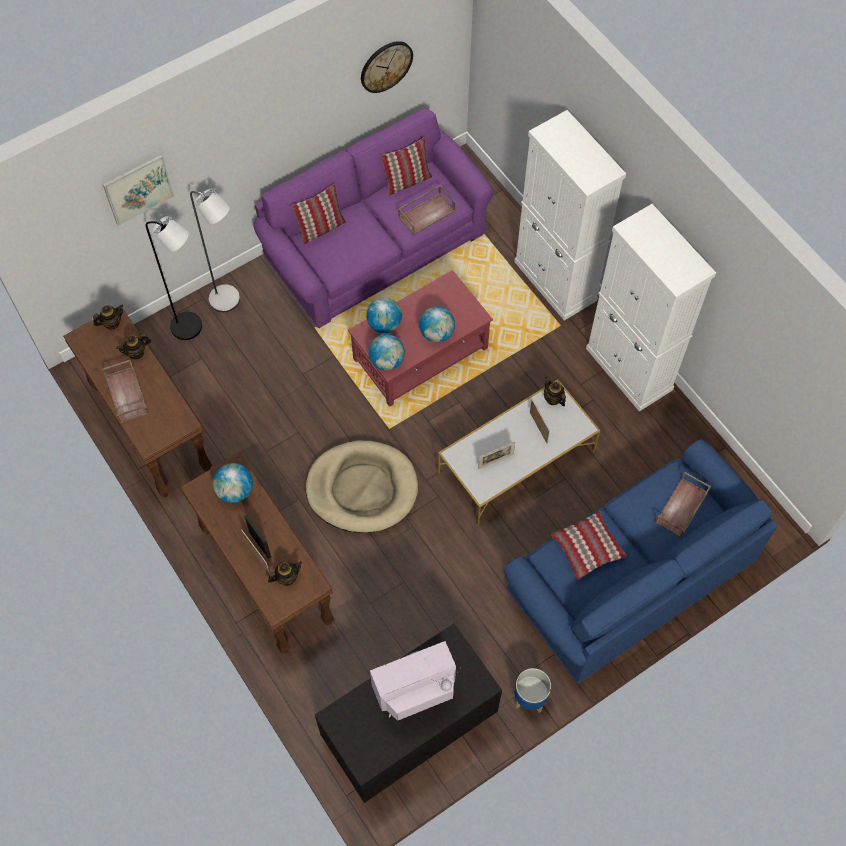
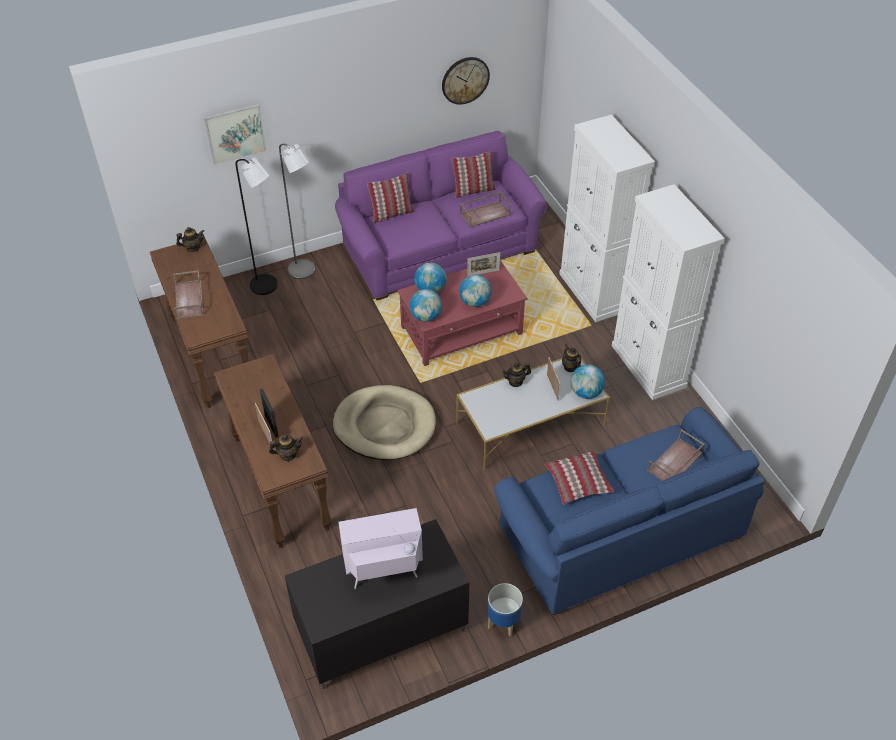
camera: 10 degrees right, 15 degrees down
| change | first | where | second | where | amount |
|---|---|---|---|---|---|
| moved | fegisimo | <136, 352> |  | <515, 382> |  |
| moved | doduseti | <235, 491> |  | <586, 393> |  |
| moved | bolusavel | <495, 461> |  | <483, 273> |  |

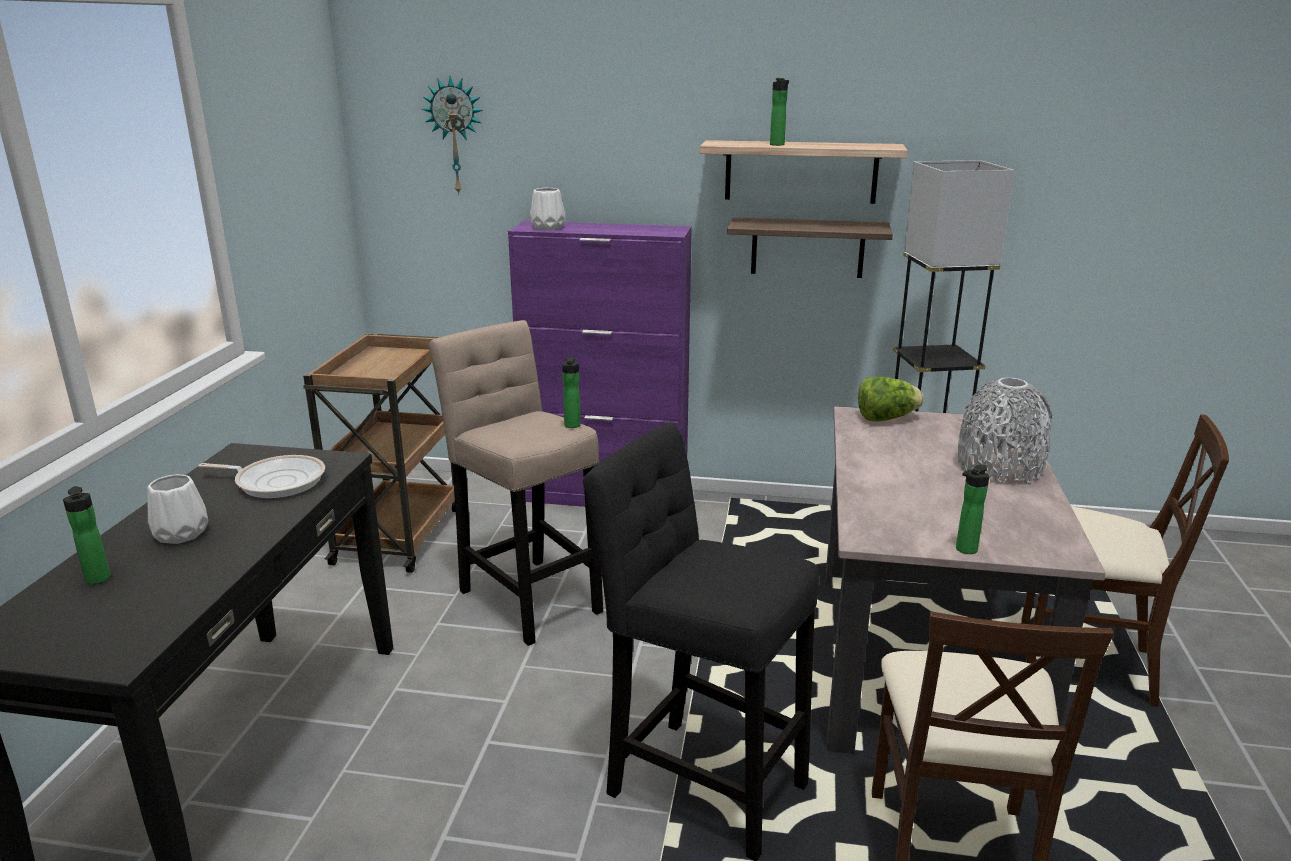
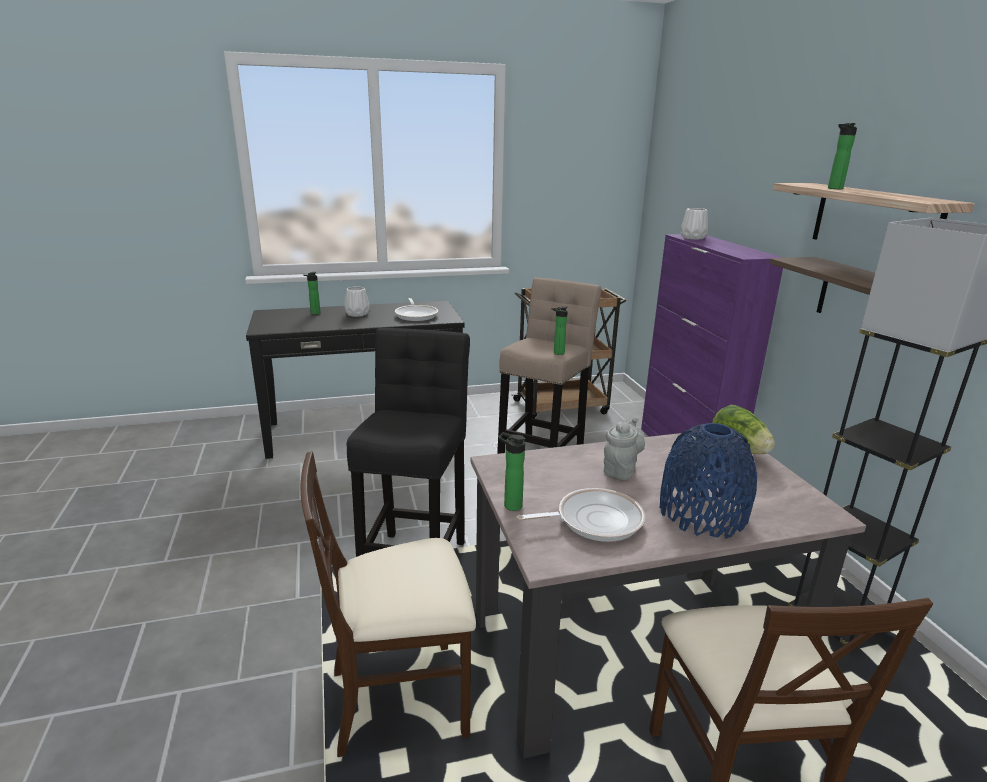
camera: 65 degrees right, 0 degrees up
| change | first | where | second | where | amount |
|---|---|---|---|---|---|
| removed | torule | <456, 136> |  |  |  |
| recoloured | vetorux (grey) | <999, 467> | vetorux (blue) | <702, 514> |  |
| added |  |  | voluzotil | <594, 520> |  |
| added |  |  | fegisimo (grey) | <620, 469> |  |

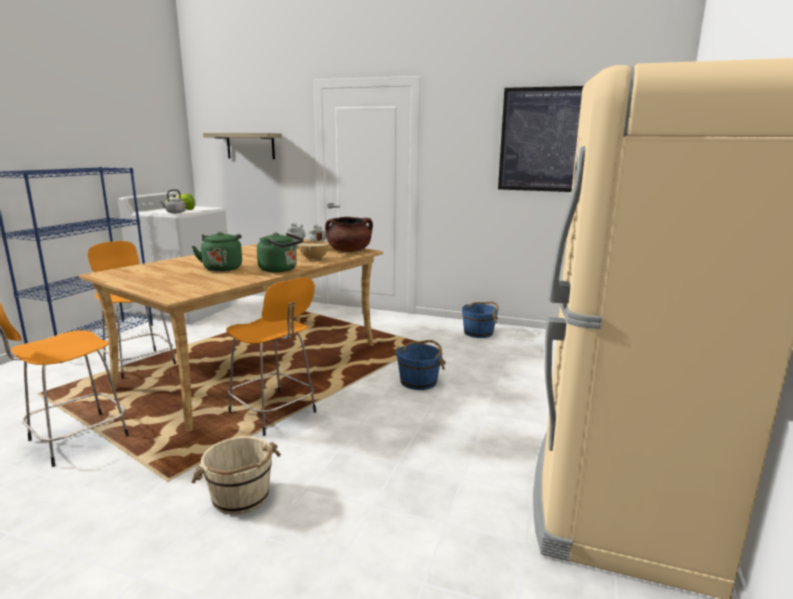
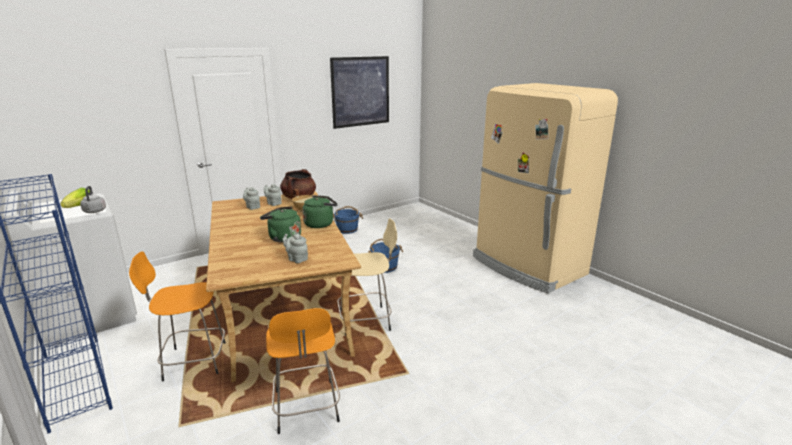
camera: 55 degrees left, 5 degrees up
| change | first | where | second | where | amount |
|---|---|---|---|---|---|
| removed | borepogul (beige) | <241, 497> |  |  |  |
| removed | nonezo | <250, 146> |  |  |  |
| recoloured | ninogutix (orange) | <274, 414> | ninogutix (beige) | <367, 320> |  |
| added |  |  | fegisimo (grey) | <296, 259> |  |

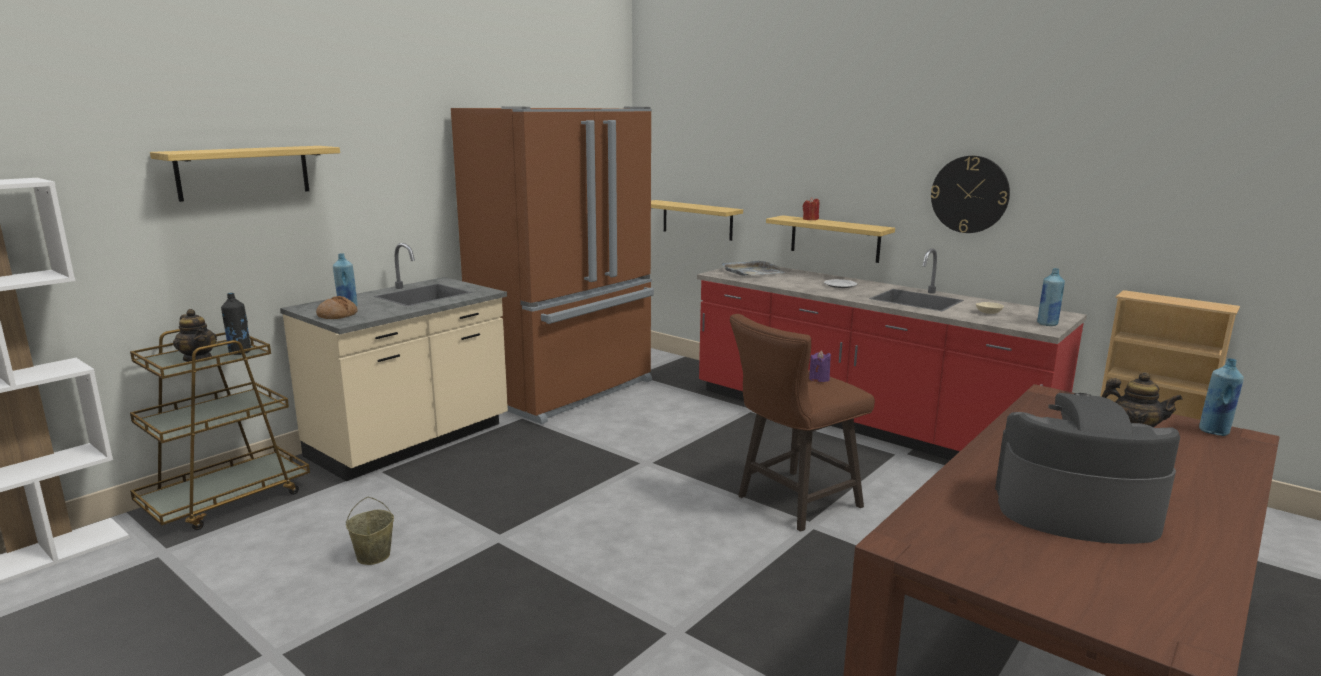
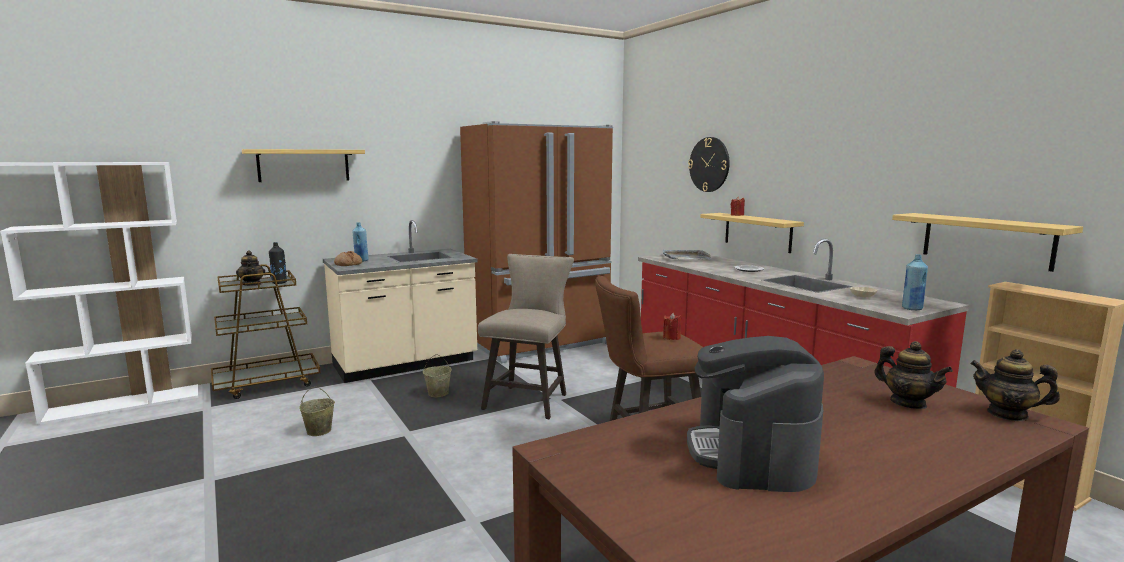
camera: 20 degrees right, 5 degrees down
| change | first | where | second | where | amount |
|---|---|---|---|---|---|
| moved | nonezo | <697, 220> |  | <986, 240> |  |
| recoloured | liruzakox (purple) | <819, 379> | liruzakox (red) | <671, 337> |  |
| moved | torule | <969, 194> |  | <709, 164> |  |
| turned | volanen | <1073, 510> |  | <751, 453> | 120 degrees counterclockwise |
| replaced | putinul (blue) | <1214, 432> | fegisimo | <1007, 414> |  |
| added |  |  | borepogul (beige) | <438, 393> |  |
| added |  |  | ninogutix (beige) | <529, 399> |  |

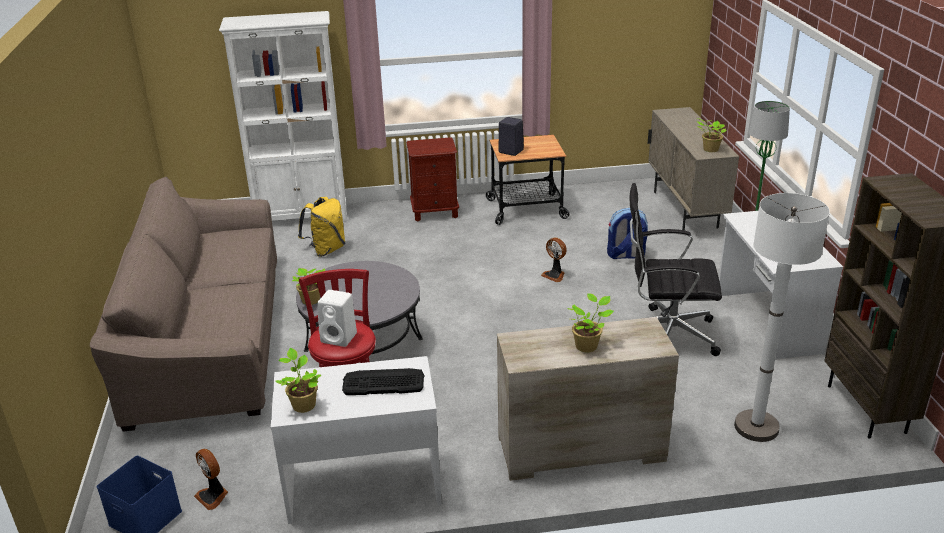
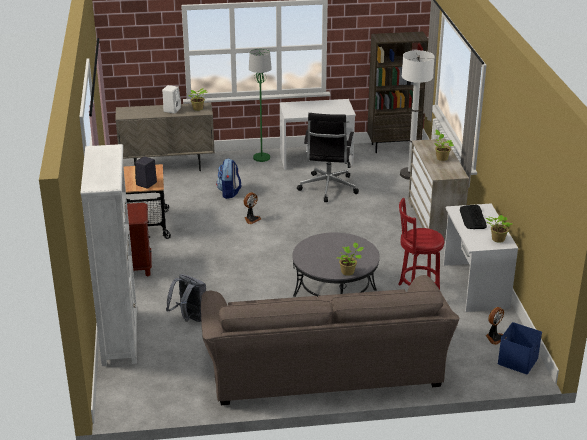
camera: 90 degrees left, 0 degrees up
| change | first | where | second | where | amount |
|---|---|---|---|---|---|
| recoloured | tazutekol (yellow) | <326, 250> | tazutekol (grey) | <189, 318> |  |
| moved | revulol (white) | <340, 338> |  | <172, 110> |  |

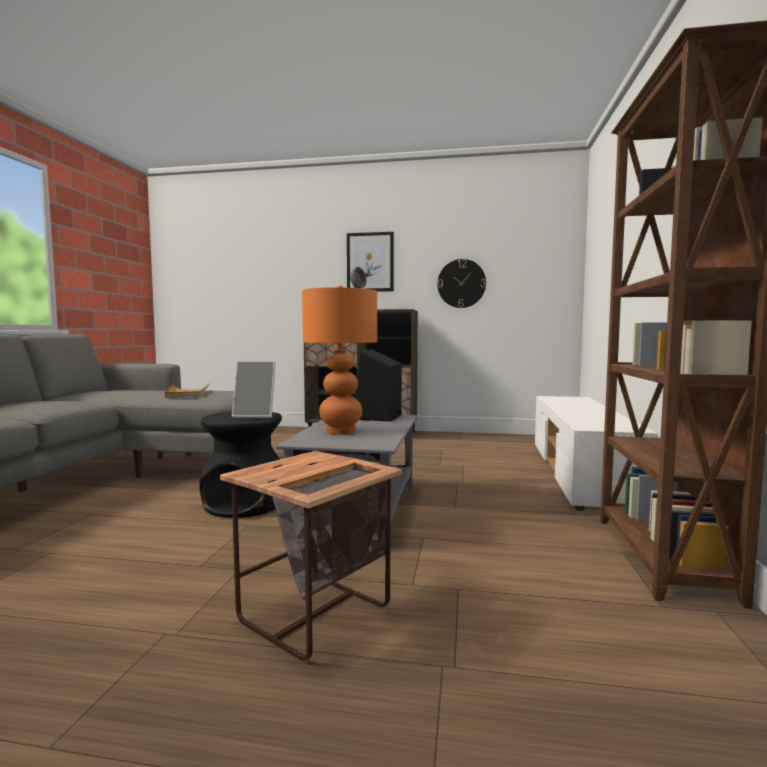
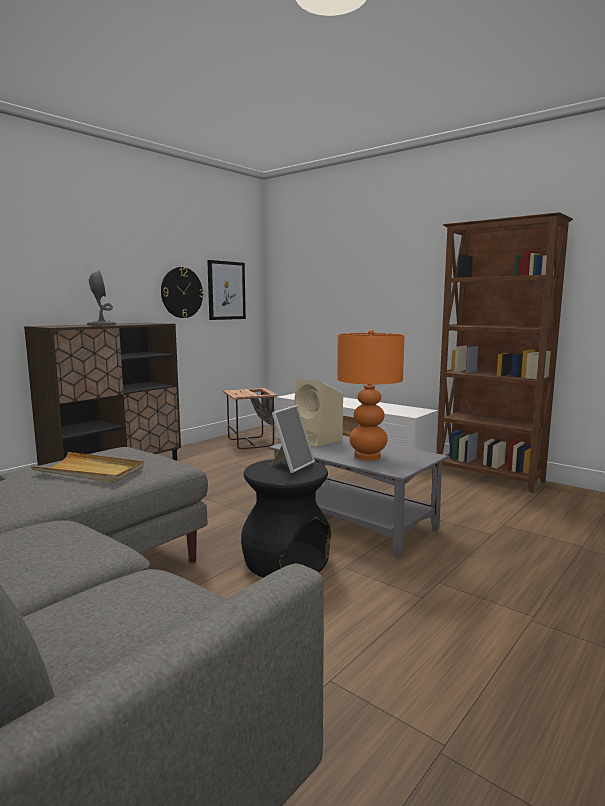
camera: 60 degrees left, 5 degrees up
| change | first | where | second | where | amount |
|---|---|---|---|---|---|
| moved | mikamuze | <312, 616> |  | <251, 443> |  |
| moved | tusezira | <370, 262> |  | <226, 290> |  |
| recoloured | revulol (black) | <377, 417> | revulol (beige) | <318, 440> |  |

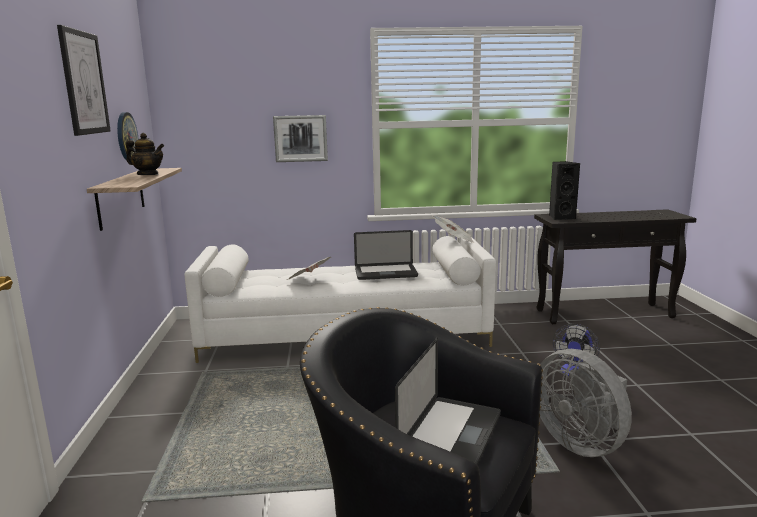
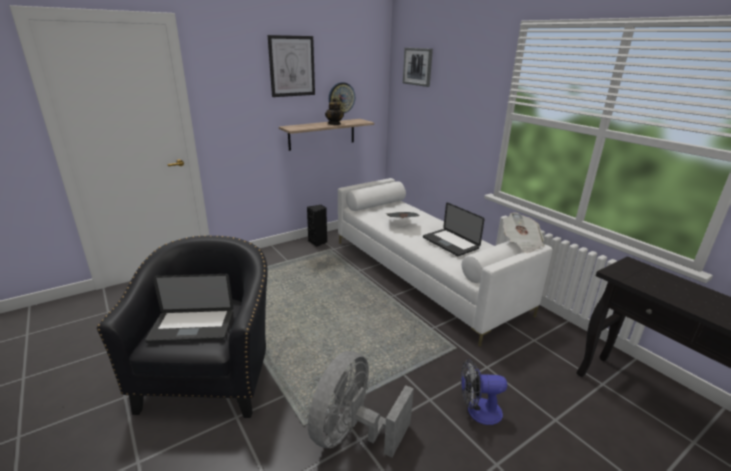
camera: 60 degrees right, 10 degrees up
| change | first | where | second | where | amount |
|---|---|---|---|---|---|
| moved | tusezira | <300, 138> |  | <417, 66> |  |
| moved | revulol (black) | <561, 217> |  | <318, 242> |  |

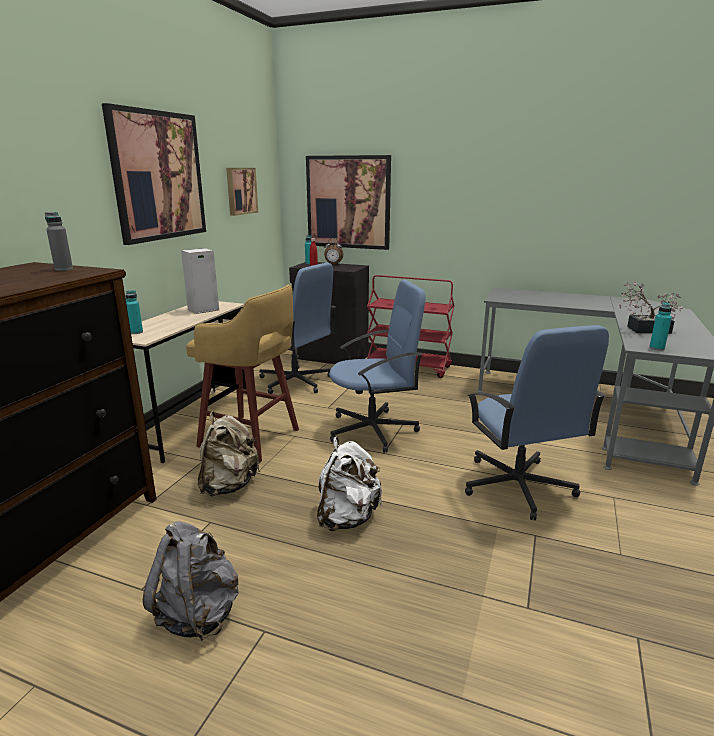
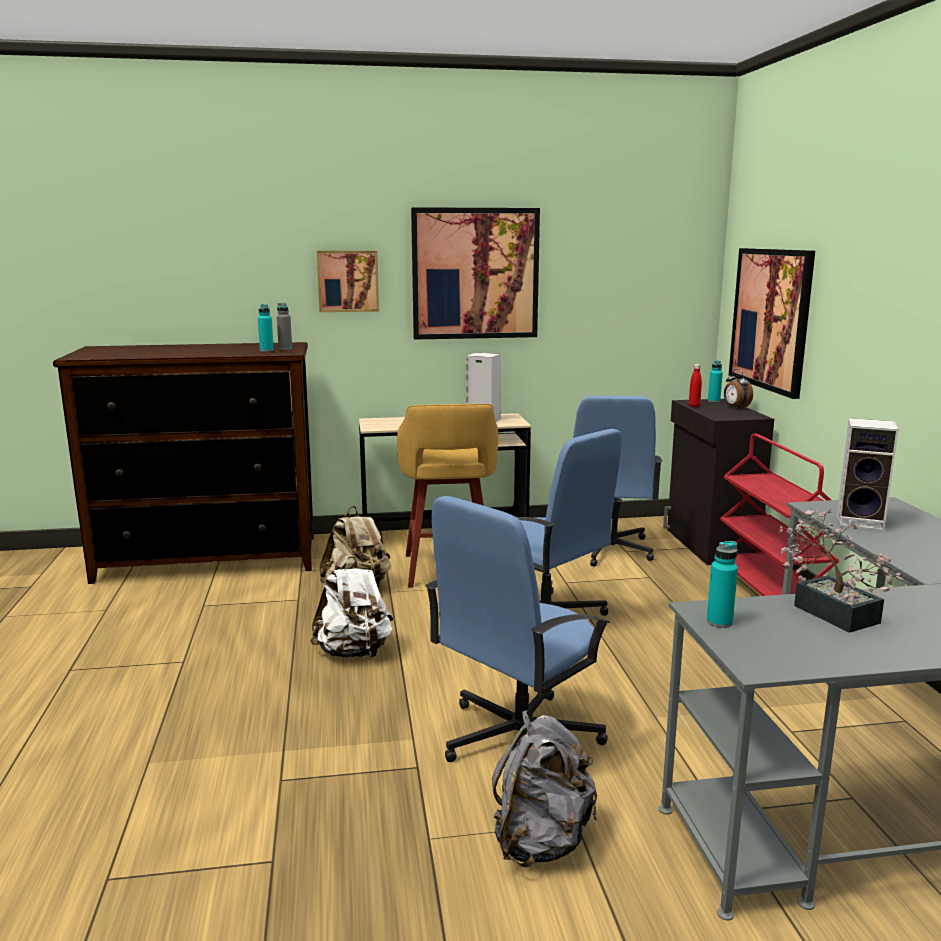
camera: 60 degrees right, 5 degrees down
| change | first | where | second | where | amount |
|---|---|---|---|---|---|
| moved | putinul (turquoise) | <136, 332> |  | <266, 350> |  |
| moved | tazutekol (grey) | <198, 613> |  | <541, 841> |  |
| moved | tusezira | <240, 191> |  | <348, 281> |  |
| added |  |  | revulol | <861, 522> |  |

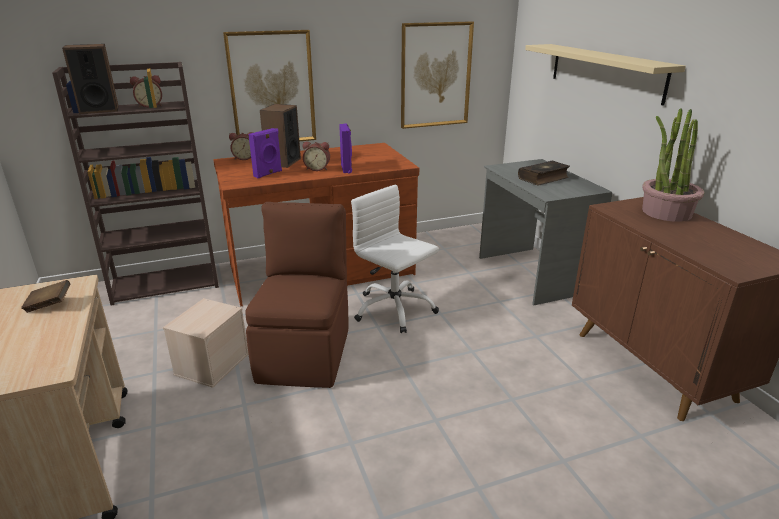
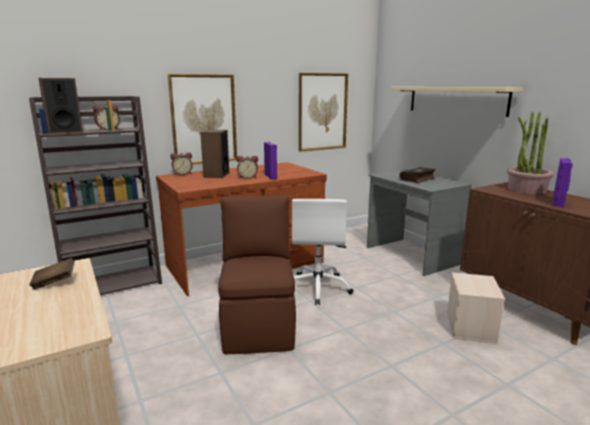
camera: 10 degrees left, 10 degrees down
| change | first | where | second | where | amount |
|---|---|---|---|---|---|
| moved | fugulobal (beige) | <212, 363> |  | <469, 326> |  |
| moved | revulol (purple) | <268, 174> |  | <559, 203> |  |
| turned | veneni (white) | <394, 309> |  | <318, 287> | 120 degrees counterclockwise |

